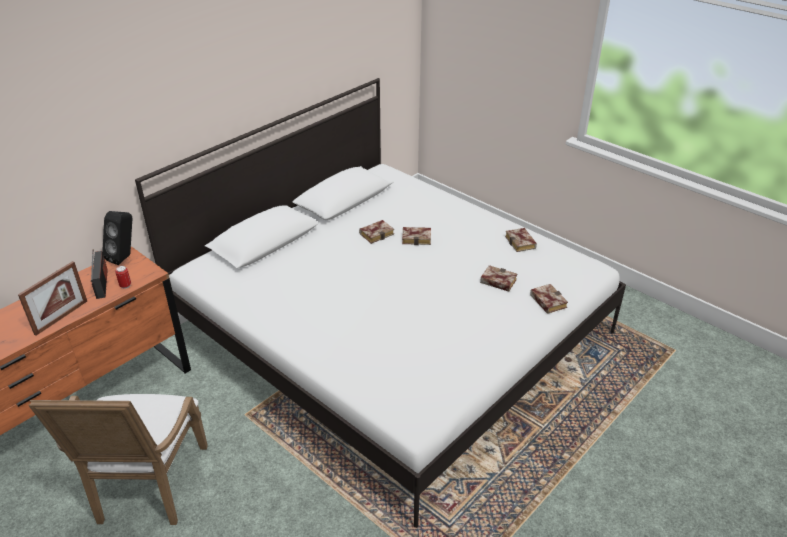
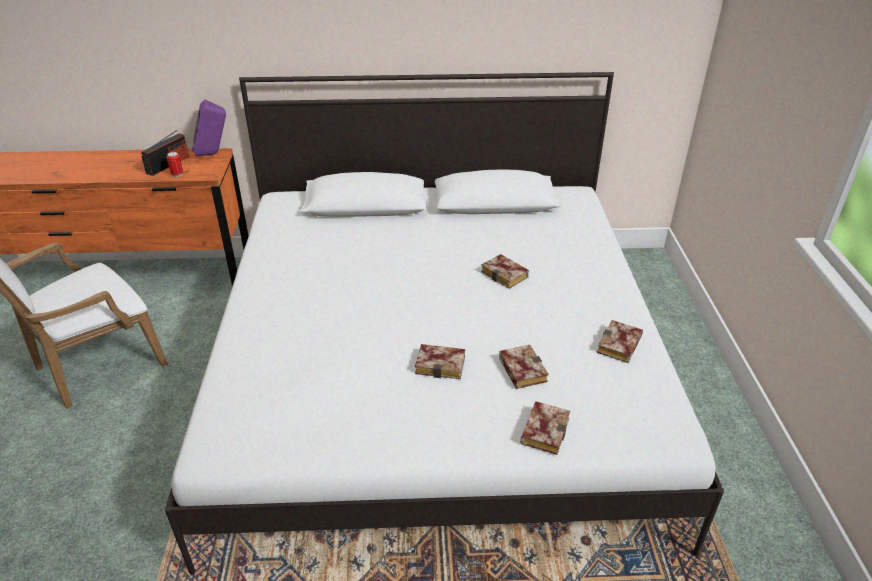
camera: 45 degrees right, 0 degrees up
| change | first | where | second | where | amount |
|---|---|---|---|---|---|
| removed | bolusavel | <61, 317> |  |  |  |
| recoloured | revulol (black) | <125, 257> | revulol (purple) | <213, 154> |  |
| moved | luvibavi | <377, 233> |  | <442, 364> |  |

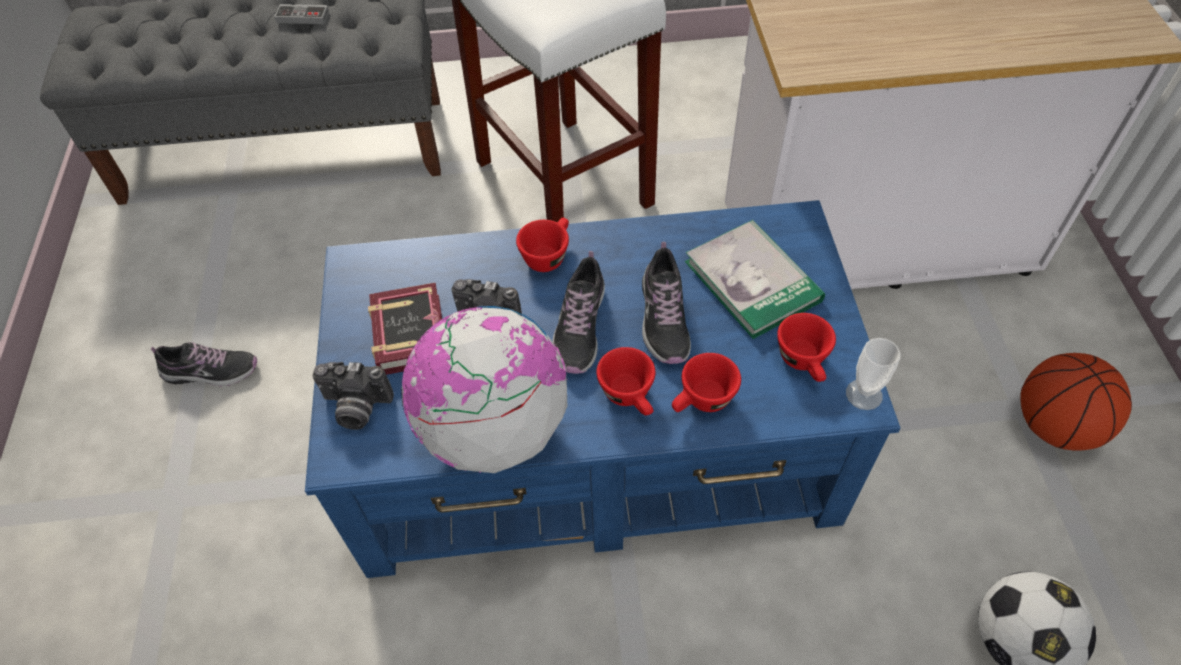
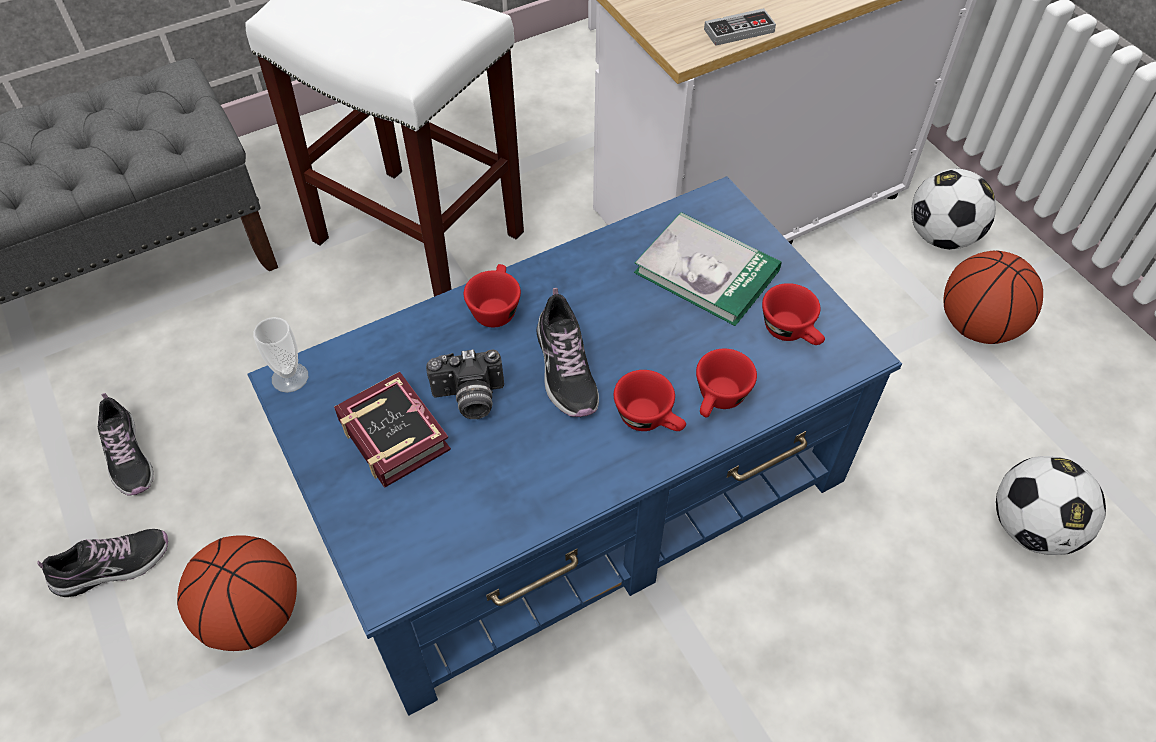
camera: 25 degrees left, 0 degrees up
| change | first | where | second | where | amount |
|---|---|---|---|---|---|
| moved | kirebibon | <302, 17> |  | <739, 31> |  |
| removed | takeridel | <356, 408> |  |  |  |
| removed | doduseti | <494, 430> |  |  |  |
| moved | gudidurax | <664, 318> |  | <128, 456> |  |
| moved | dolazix | <864, 394> |  | <290, 377> |  |
| added |  |  | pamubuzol | <252, 615> |  |
| added |  |  | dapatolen | <941, 237> |  |

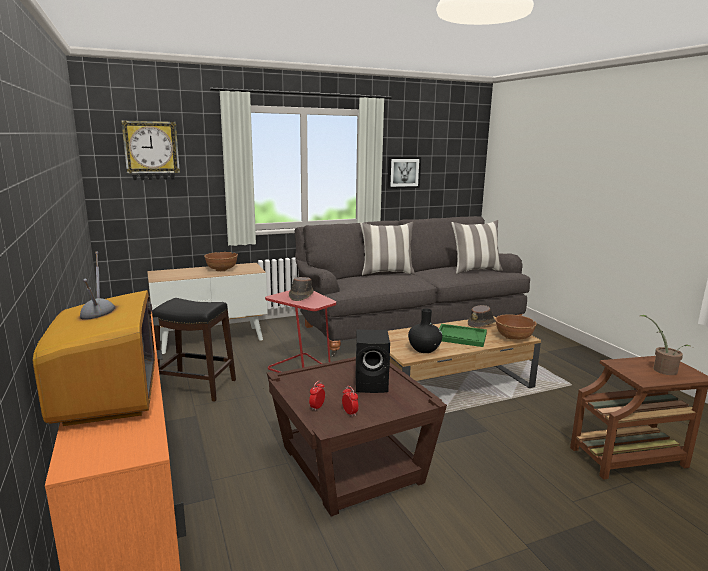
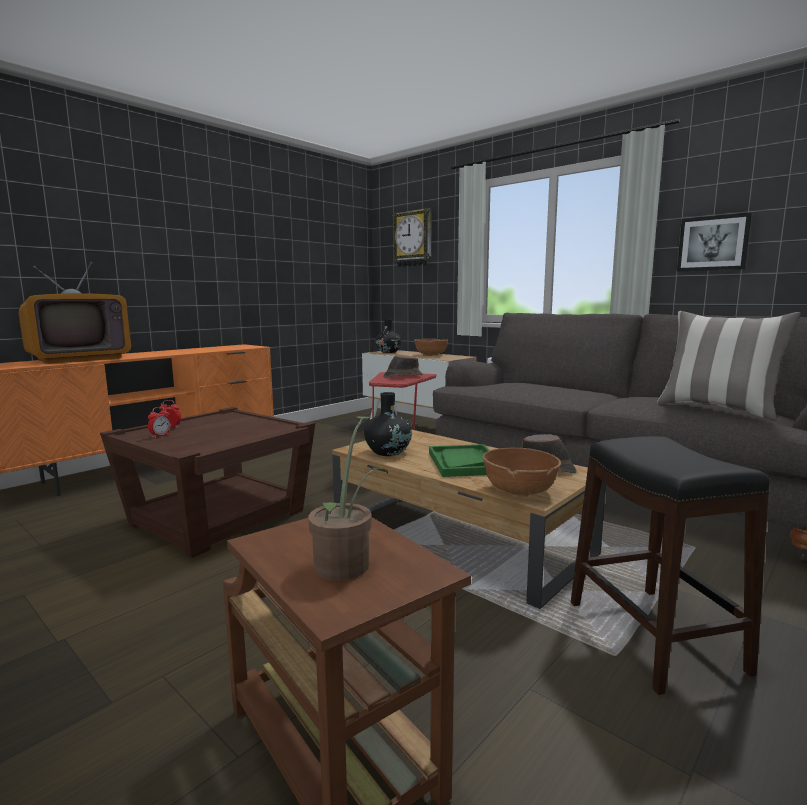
camera: 65 degrees right, 5 degrees down
| change | first | where | second | where | amount |
|---|---|---|---|---|---|
| moved | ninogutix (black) | <196, 387> |  | <653, 636> |  |
| removed | revulol (black) | <373, 384> |  |  |  |
| removed | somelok | <387, 273> |  |  |  |
| added |  |  | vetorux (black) | <388, 352> |  |

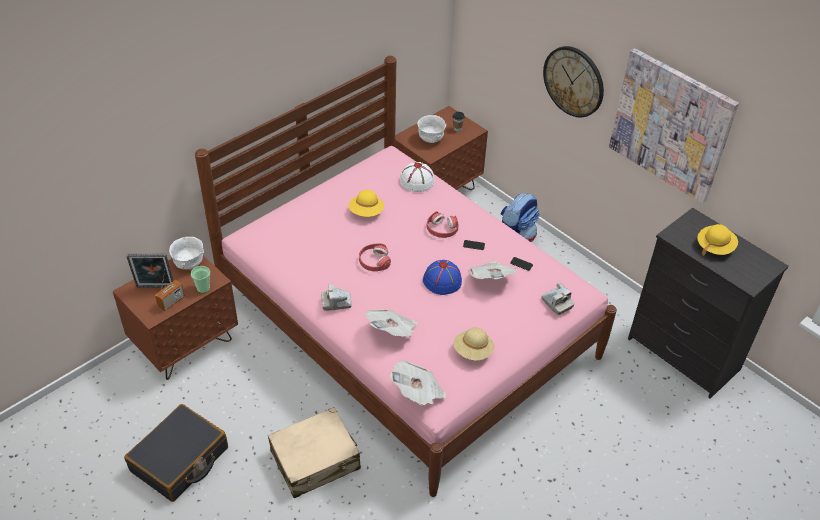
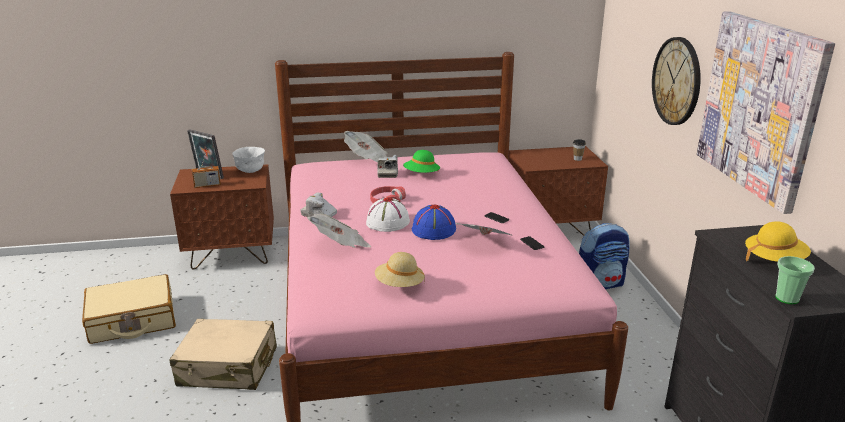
camera: 35 degrees right, 20 degrees down
| change | first | where | second | where | amount |
|---|---|---|---|---|---|
| recoloured | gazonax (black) | <180, 460> | gazonax (beige) | <132, 320> |  |
| moved | dolazix | <203, 288> |  | <787, 298> |  |
| recoloured | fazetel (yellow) | <366, 212> | fazetel (green) | <421, 175> |  |
| moved | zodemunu | <418, 392> |  | <367, 158> |  |
| moved | fazetel (white) | <417, 181> |  | <387, 222> |  |
| removed | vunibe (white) | <431, 139> |  |  |  |
| removed | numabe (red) | <442, 229> |  |  |  |
| moved | takeridel | <556, 303> |  | <388, 173> |  |

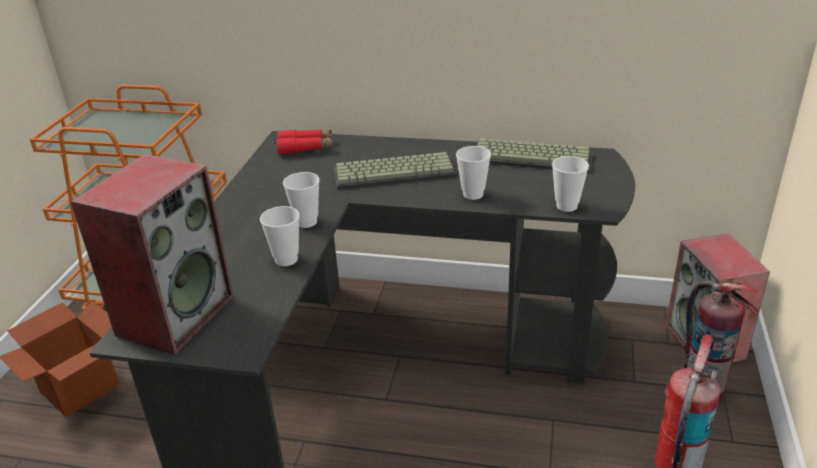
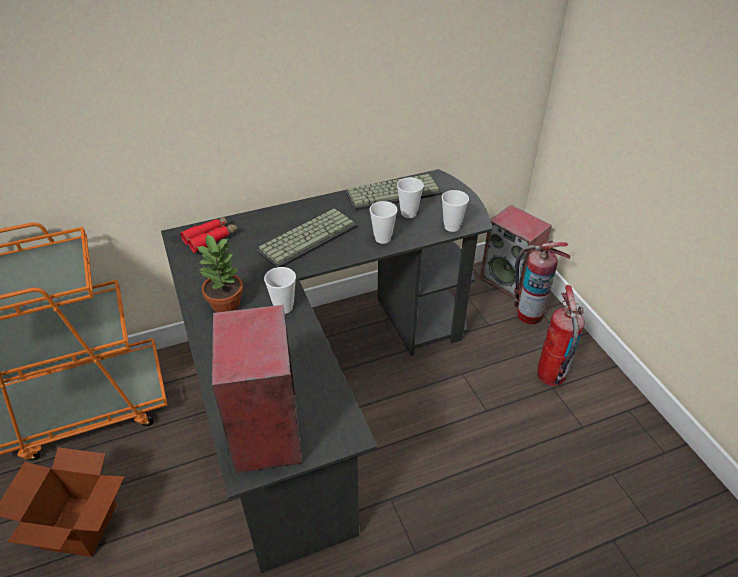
camera: 35 degrees left, 10 degrees up
| change | first | where | second | where | amount |
|---|---|---|---|---|---|
| moved | dolazix | <286, 259> |  | <408, 213> |  |
| added |  |  | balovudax | <226, 303> |  |

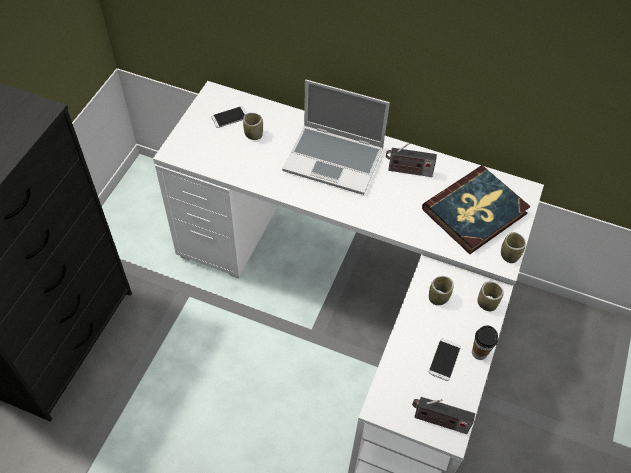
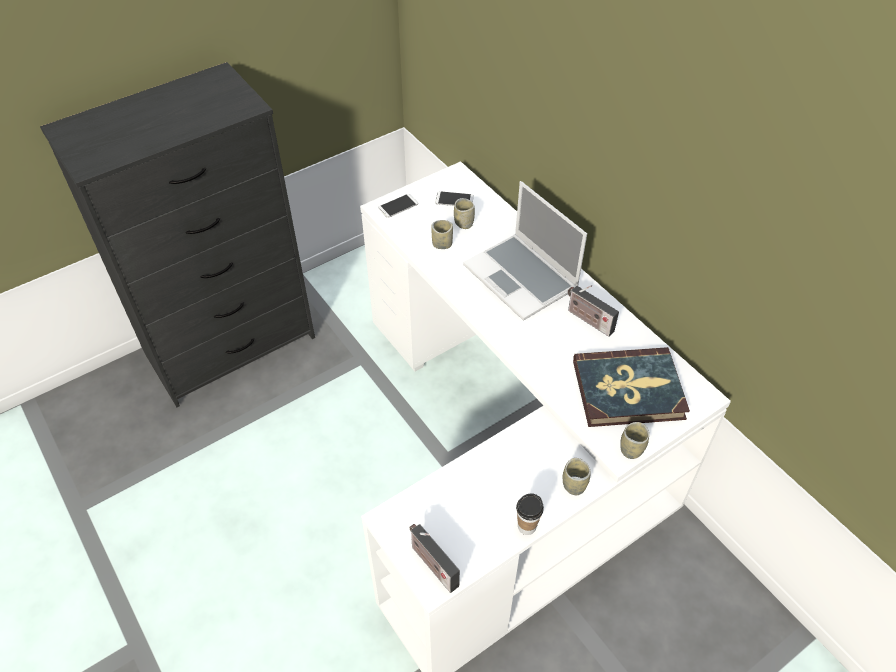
camera: 35 degrees right, 5 degrees down
| change | first | where | second | where | amount |
|---|---|---|---|---|---|
| moved | dolazix | <438, 297> |  | <442, 244> |  |
| moved | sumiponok | <444, 359> |  | <398, 206> |  |

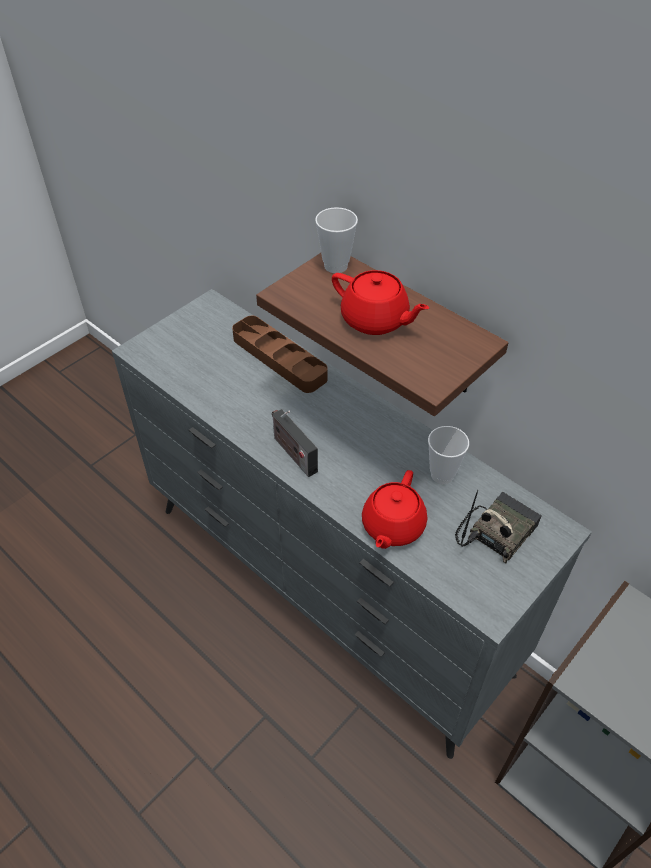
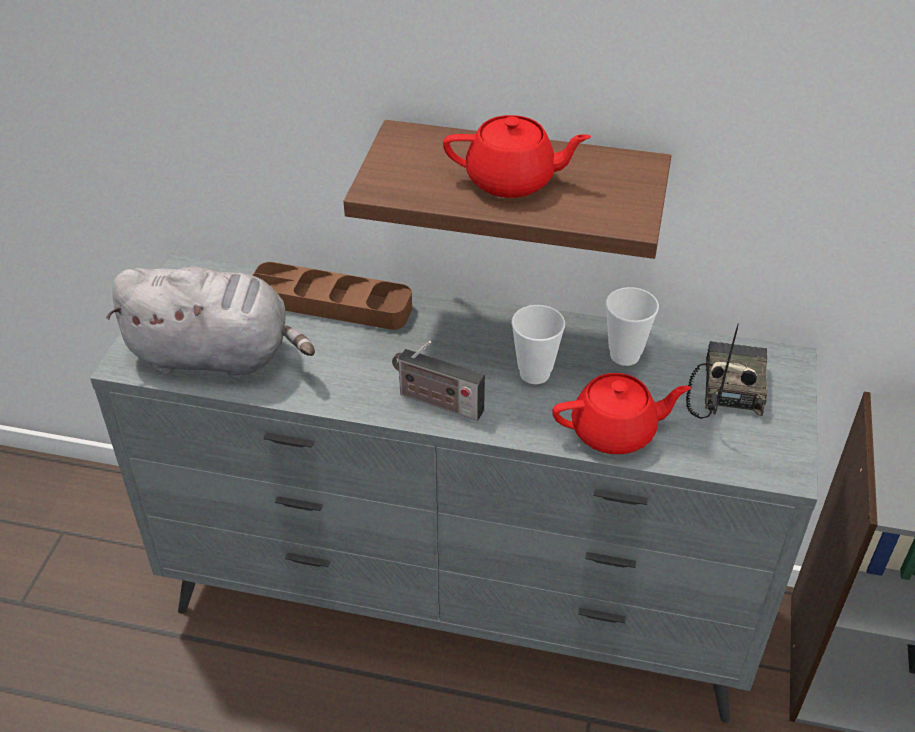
camera: 30 degrees left, 5 degrees down
| change | first | where | second | where | amount |
|---|---|---|---|---|---|
| moved | dolazix | <335, 266> |  | <534, 373> |  |
| turned | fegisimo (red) | <392, 526> |  | <615, 432> | 90 degrees counterclockwise |
| added |  |  | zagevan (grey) | <217, 356> |  |

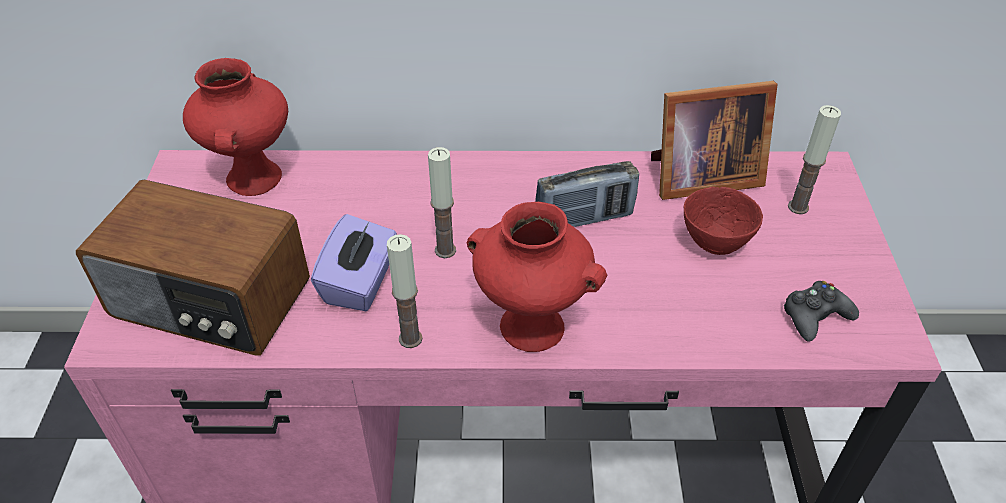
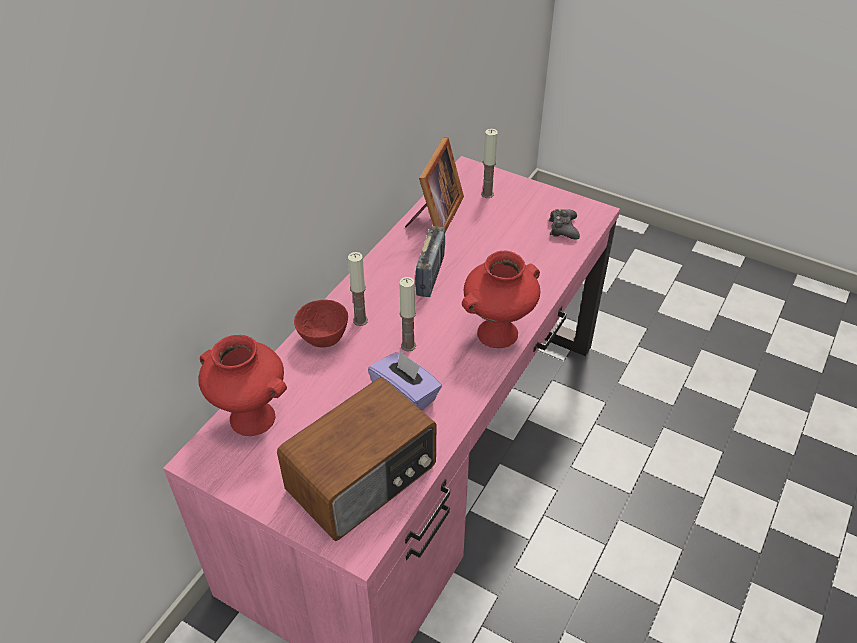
camera: 60 degrees left, 0 degrees up
| change | first | where | second | where | amount |
|---|---|---|---|---|---|
| moved | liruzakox | <410, 338> |  | <360, 320> |  |
| moved | vunibe (red) | <715, 244> |  | <324, 340> |  |

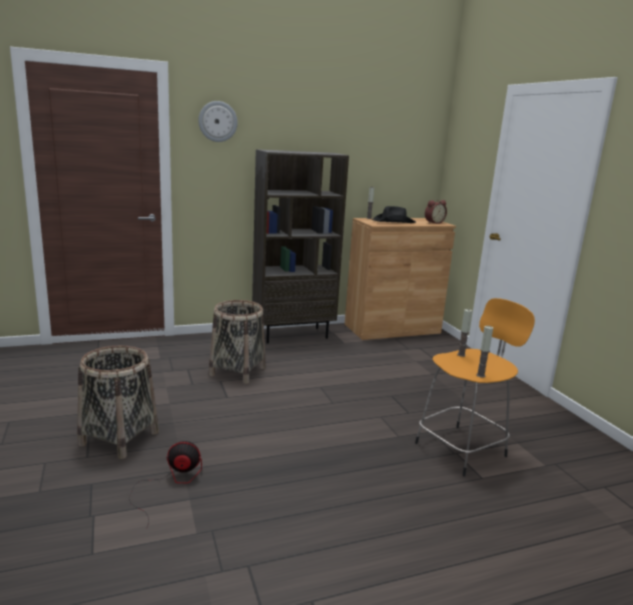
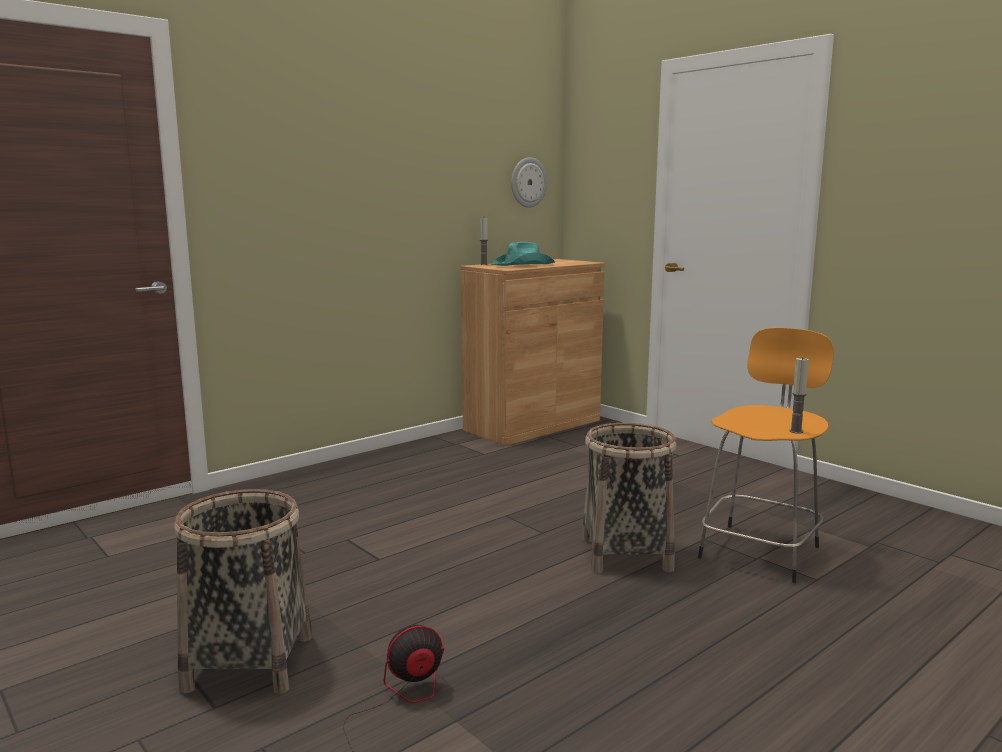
camera: 20 degrees left, 5 degrees down
| change | first | where | second | where | amount |
|---|---|---|---|---|---|
| moved | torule | <217, 121> |  | <528, 182> |  |
| moved | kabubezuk | <238, 371> |  | <626, 554> |  |
| removed | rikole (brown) | <293, 335> |  |  |  |
| recoloured | fazetel (black) | <394, 222> | fazetel (turquoise) | <523, 265> |  |
| removed | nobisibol | <433, 222> |  |  |  |
| removed | liruzakox | <461, 355> |  |  |  |

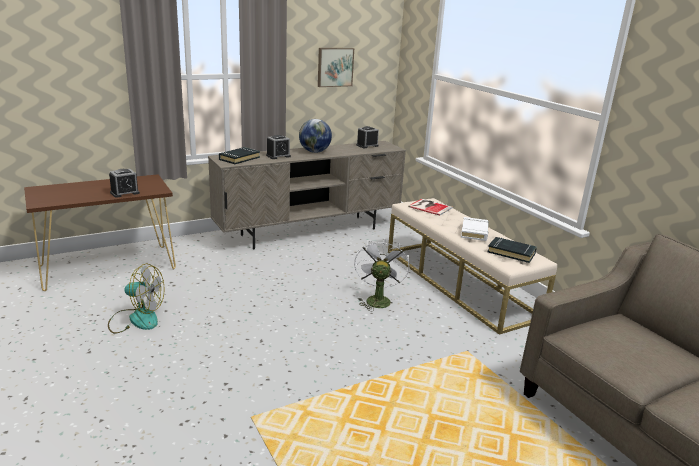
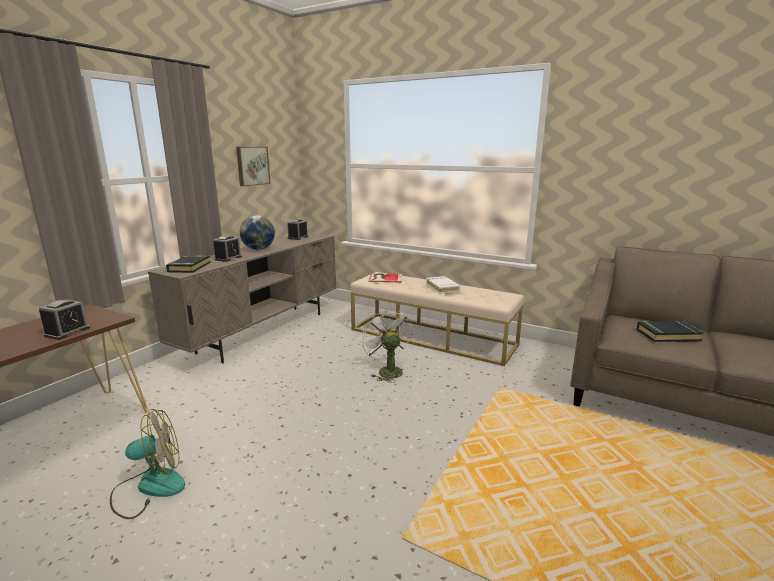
camera: 30 degrees left, 5 degrees down
| change | first | where | second | where | amount |
|---|---|---|---|---|---|
| moved | luvibavi (black) | <511, 253> |  | <667, 335> |  |

